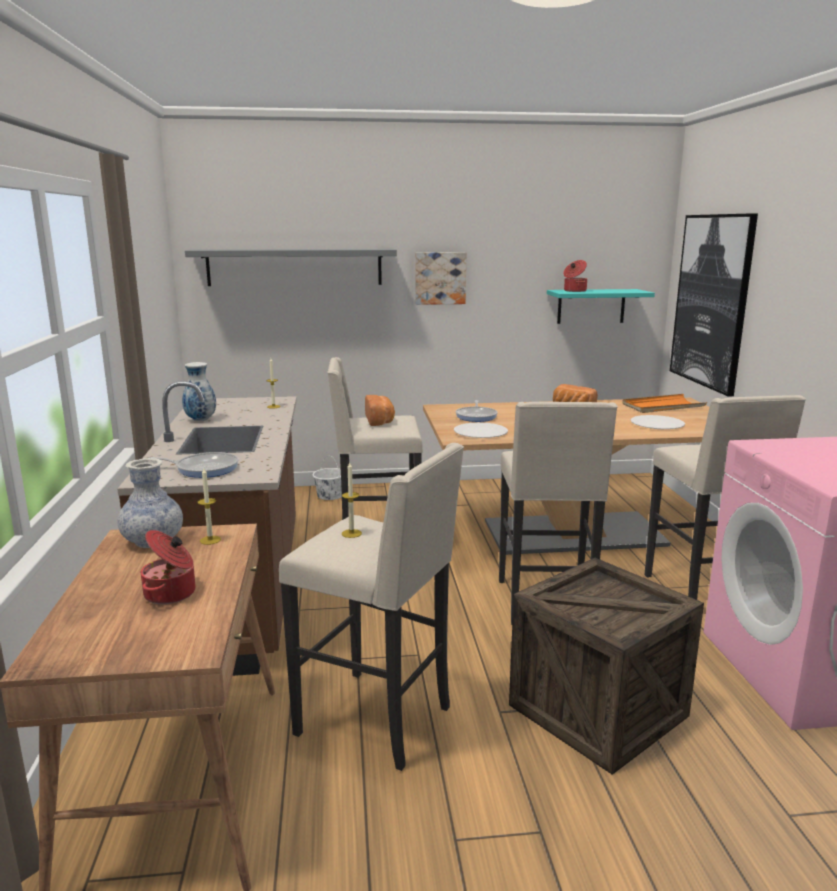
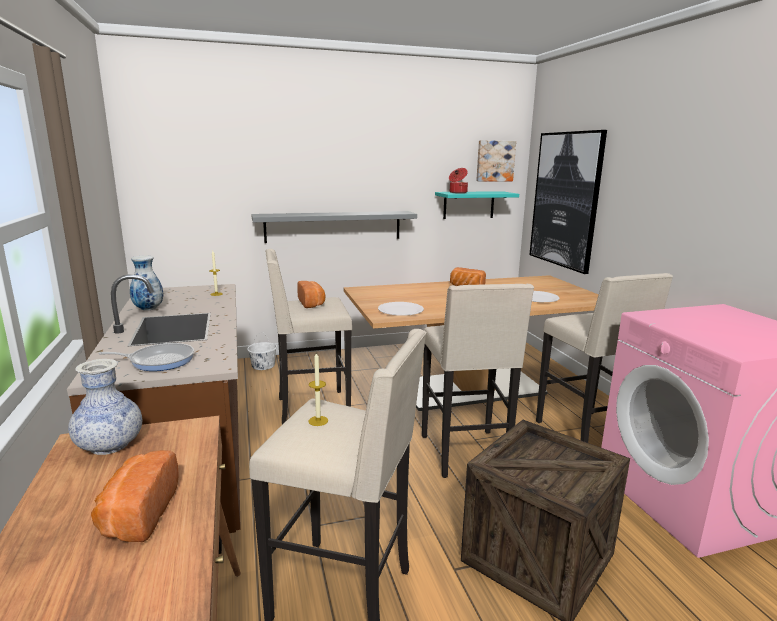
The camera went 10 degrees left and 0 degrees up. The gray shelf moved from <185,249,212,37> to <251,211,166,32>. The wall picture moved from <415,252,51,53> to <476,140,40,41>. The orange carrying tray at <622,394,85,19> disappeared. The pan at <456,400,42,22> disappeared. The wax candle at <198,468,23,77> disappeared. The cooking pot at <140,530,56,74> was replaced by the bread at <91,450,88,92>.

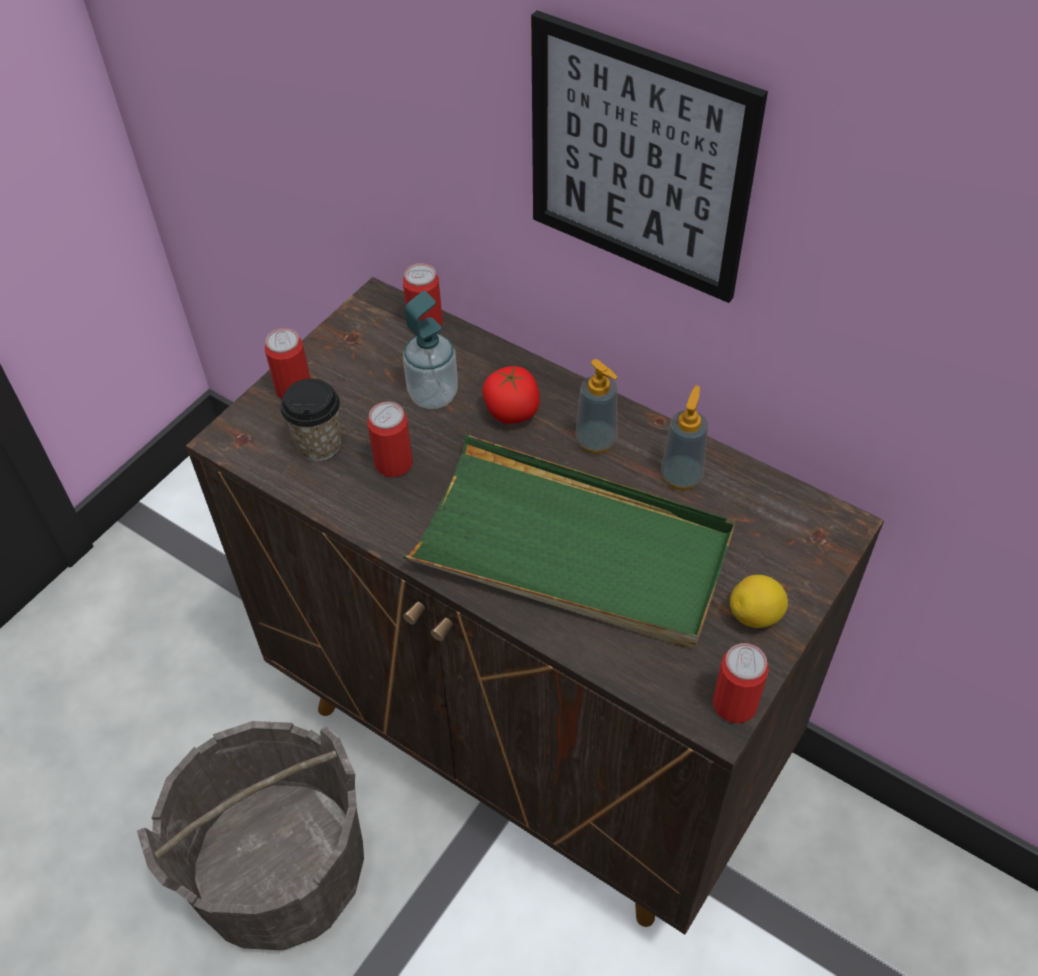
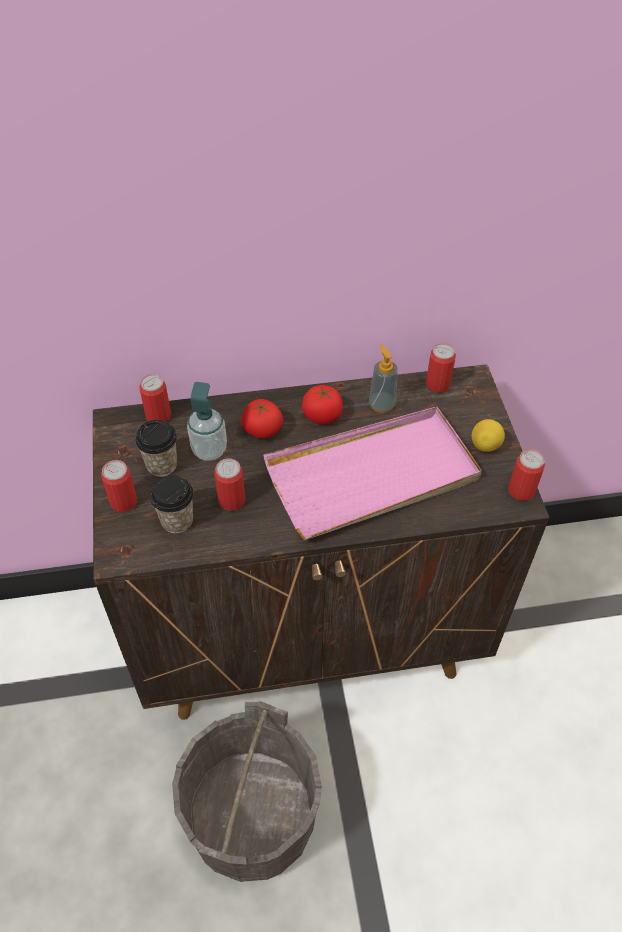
The camera went 45 degrees left and 0 degrees up. The wall picture at <531,10,237,293> disappeared. The soap bottle at <575,359,43,95> was replaced by the whole tomato at <302,385,41,39>. The greenish carrying tray at <403,435,332,213> became the pinkish carrying tray at <263,406,219,134>. The metal can at <426,343,30,49> appeared. The drinking cup at <135,420,42,57> appeared.

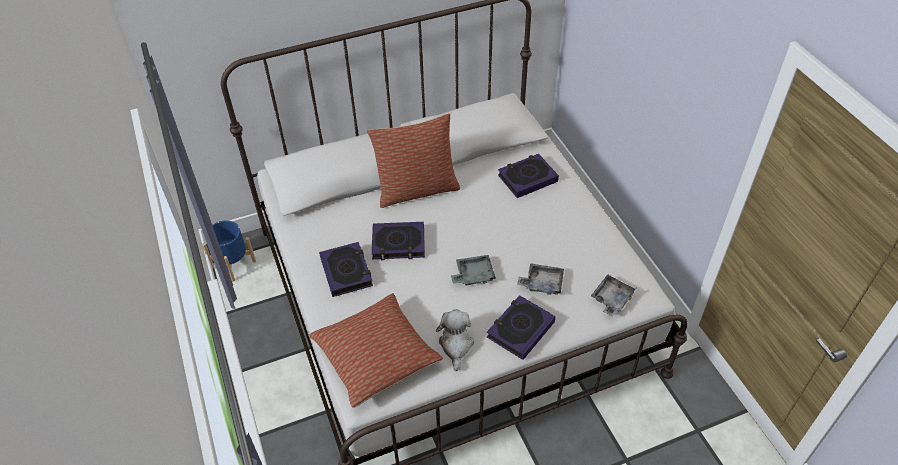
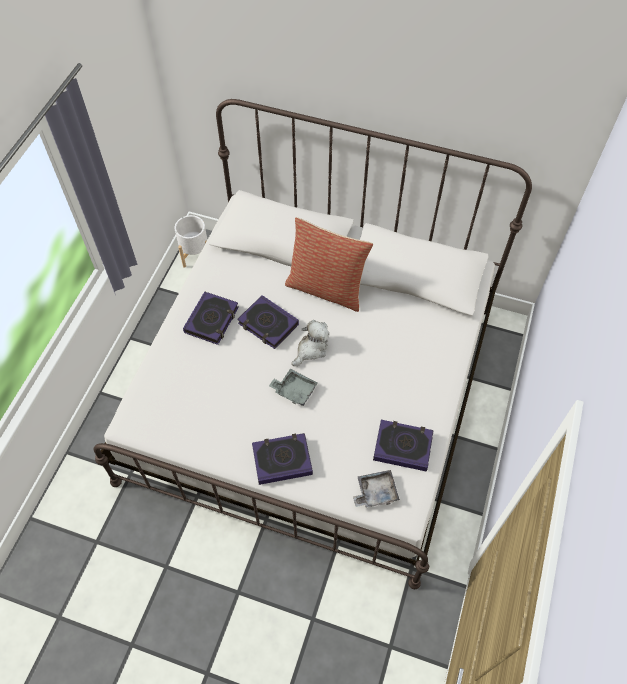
The camera went 40 degrees right and 10 degrees up. The bound book moved from <498,154,61,44> to <373,420,61,51>. The bluish flower pot at <202,221,54,61> became the white-coloured flower pot at <174,215,33,53>. The gray carrying tray at <517,263,47,32> disappeared. The throw pillow at <309,293,134,115> disappeared. The plush toy moved from <436,309,38,62> to <291,320,39,46>.

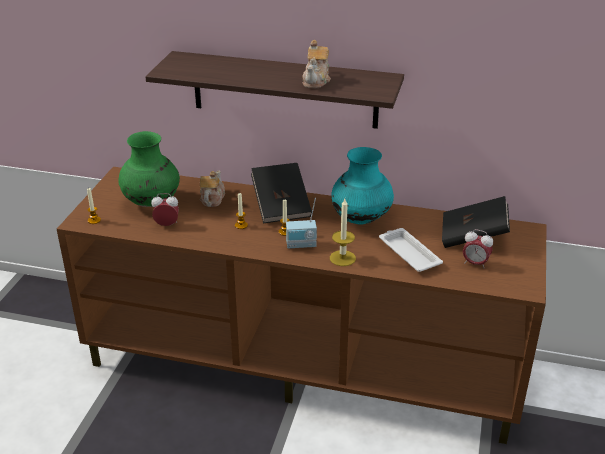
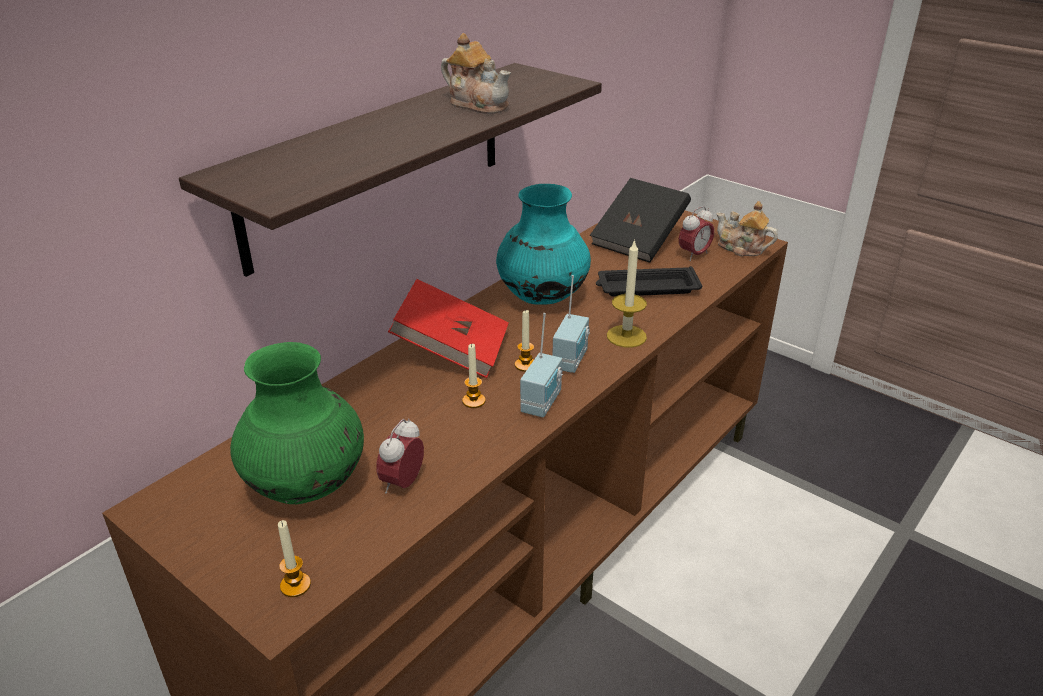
The camera went 65 degrees left and 0 degrees up. The blackish bound book at <251,163,61,60> became the red bound book at <388,279,121,99>. The tea pot moved from <200,171,25,36> to <717,201,61,56>. The white-coloured carrying tray at <379,228,64,44> became the blackish carrying tray at <596,266,106,30>. The radio set at <520,313,43,105> appeared.

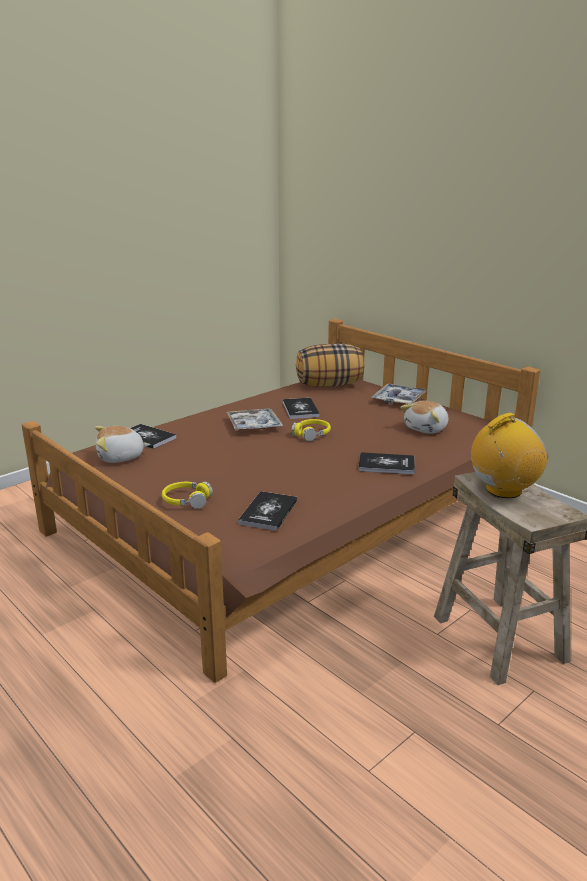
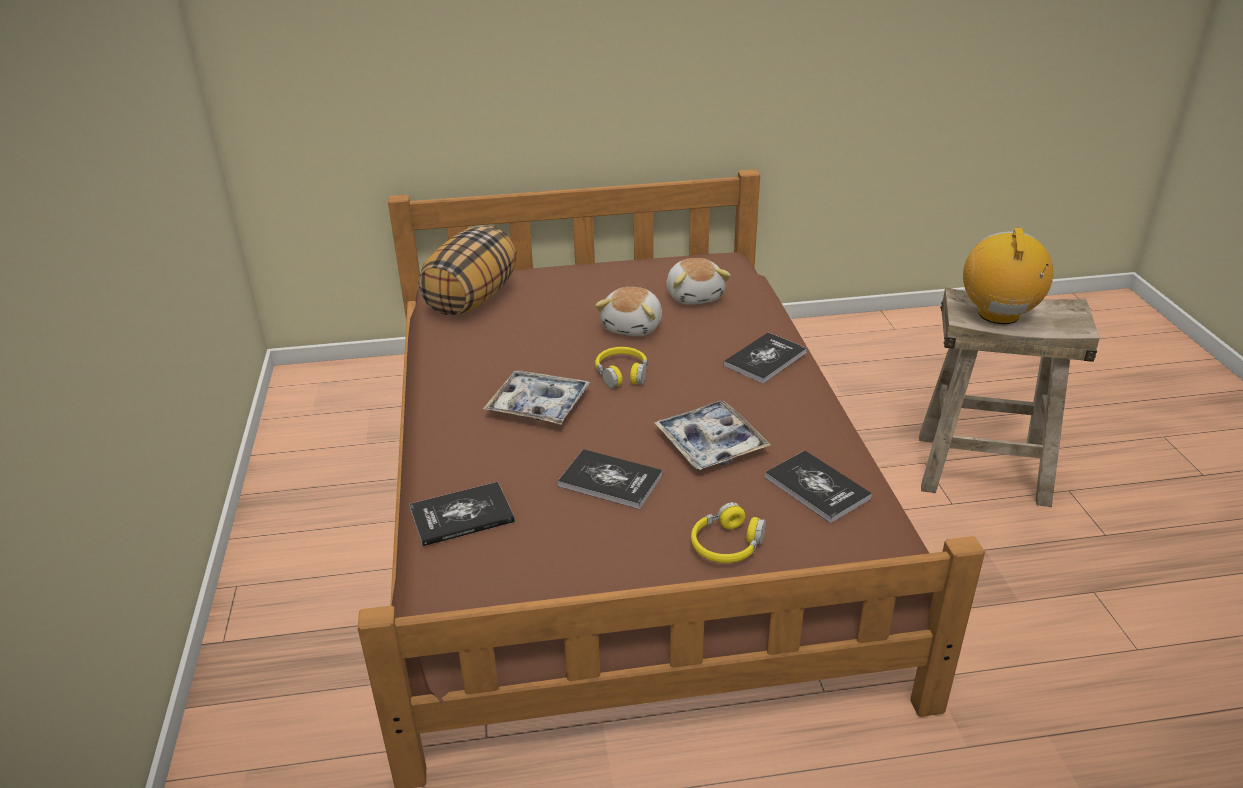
The camera went 55 degrees left and 10 degrees up. The carrying tray moved from <372,384,56,20> to <654,401,117,69>. The bound book moved from <282,398,38,21> to <558,449,105,60>. The plush toy moved from <95,426,55,37> to <595,287,67,49>.

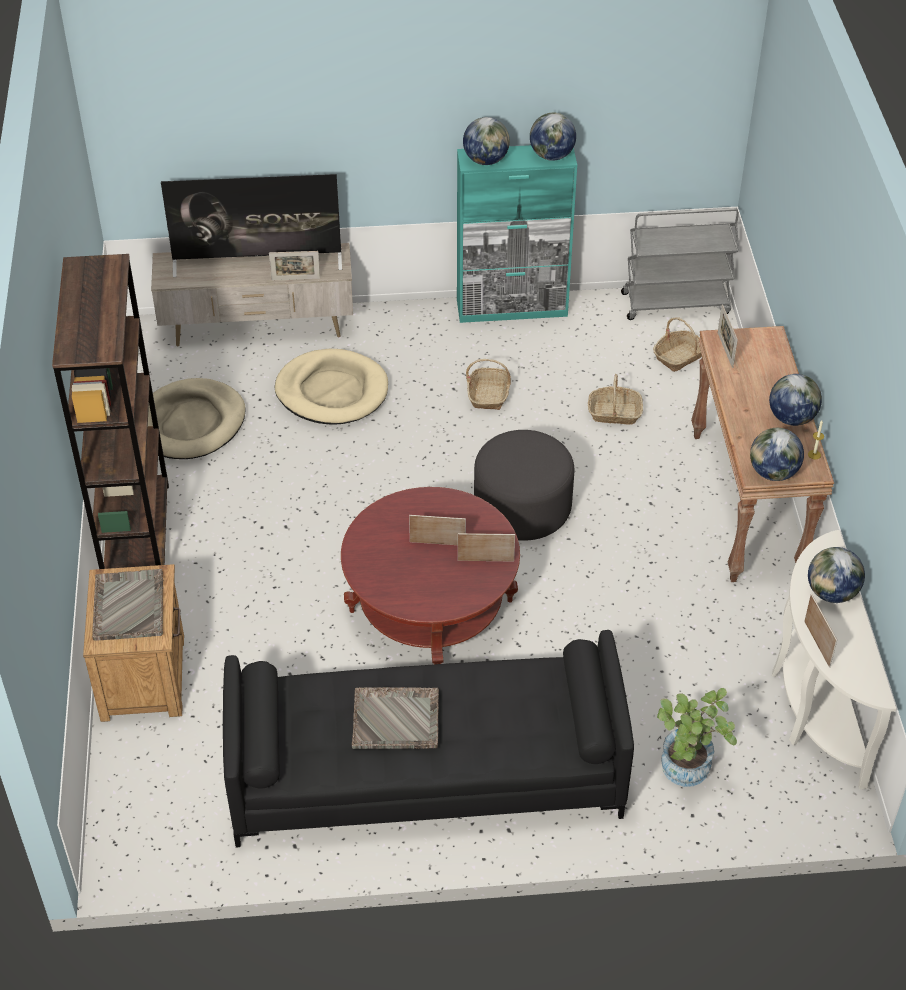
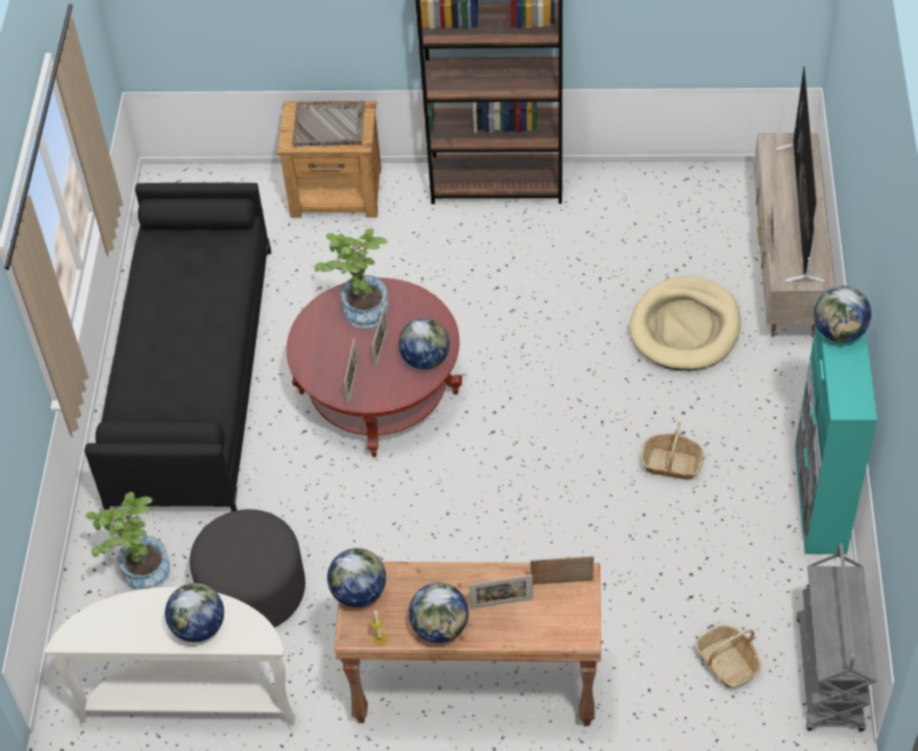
The camera went 100 degrees right and 5 degrees up. The globe moved from <530,113,46,48> to <399,318,51,52>. The basket at <588,374,55,51> disappeared. The beige-coloured dog cushion at <148,378,98,81> disappeared. The gray footrest moved from <474,430,100,111> to <190,509,115,119>. The standing frame moved from <804,594,33,74> to <469,575,64,34>. The gray carrying tray at <352,687,87,62> disappeared. The houseplant at <315,229,74,99> appeared.

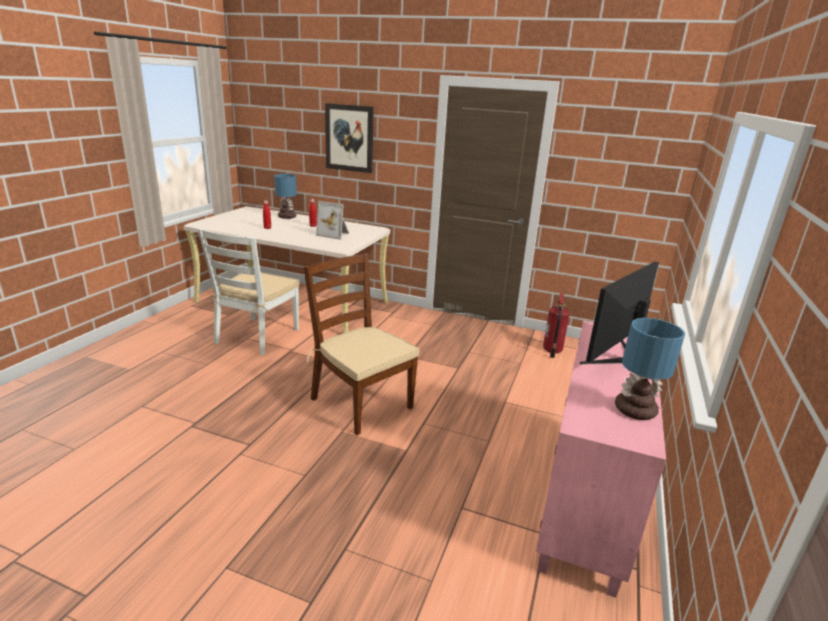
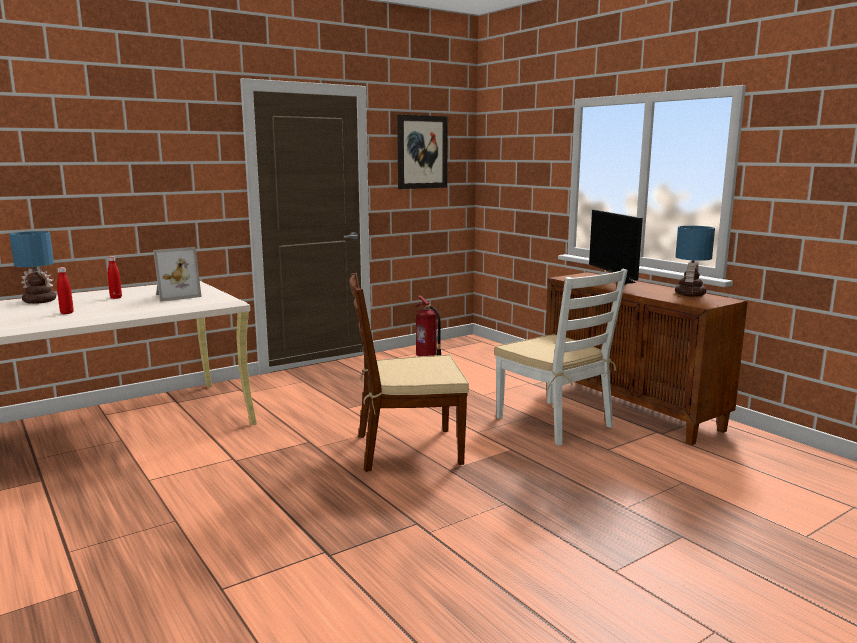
The camera went 55 degrees left and 10 degrees down. The wall picture moved from <325,103,49,70> to <397,115,51,74>. The white-coloured upright chair moved from <198,228,102,127> to <495,269,133,177>. The pinkish cabinet at <536,321,130,277> became the brown-coloured cabinet at <545,272,203,173>.

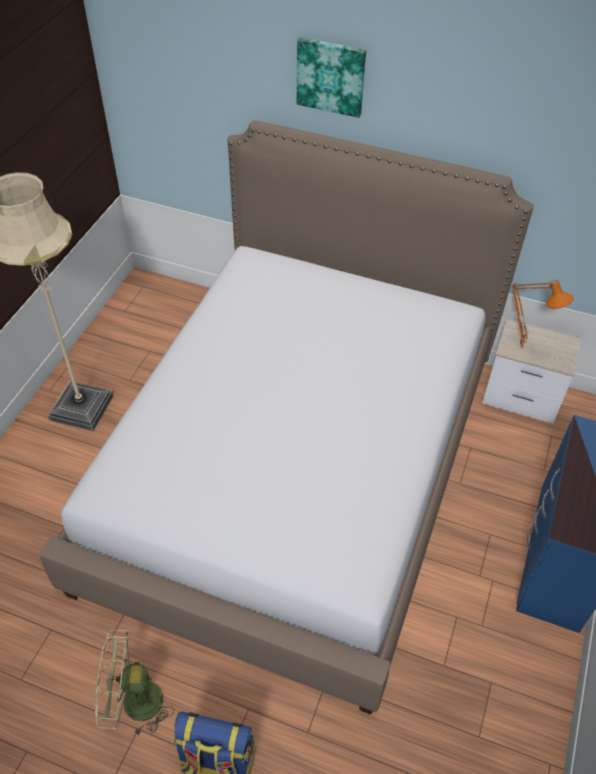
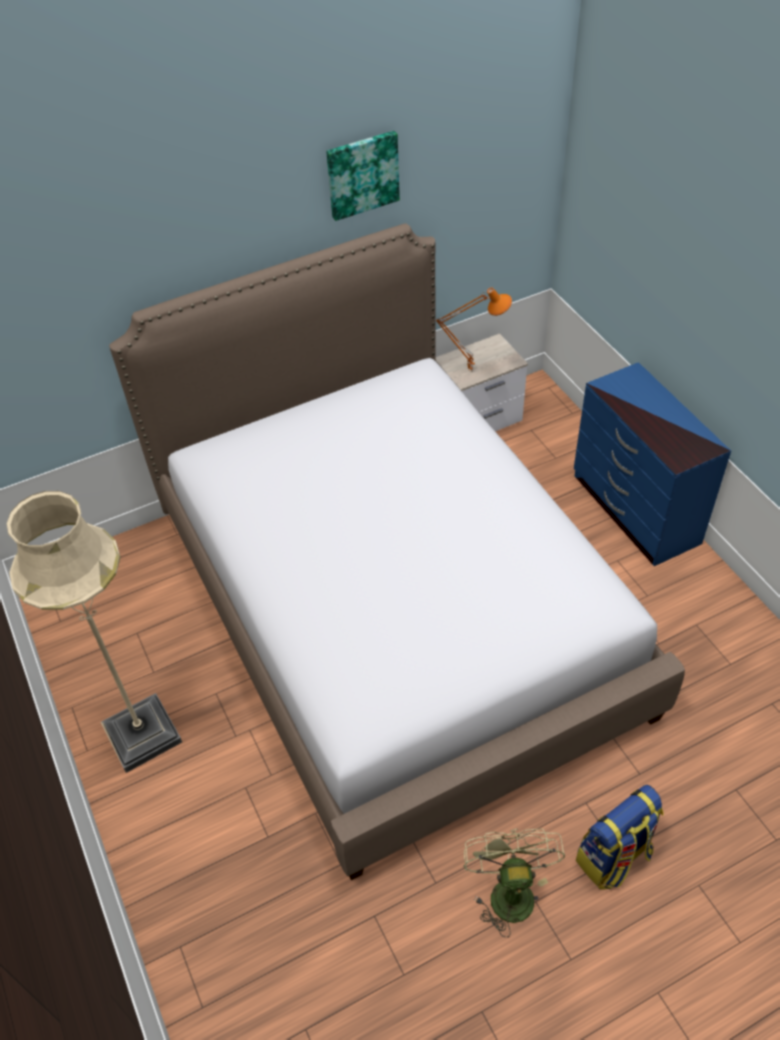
The camera went 45 degrees left and 0 degrees up. The wall picture moved from <297,37,69,81> to <326,131,74,90>. The greenish electric fan at <95,630,79,107> turned 135 degrees clockwise.

